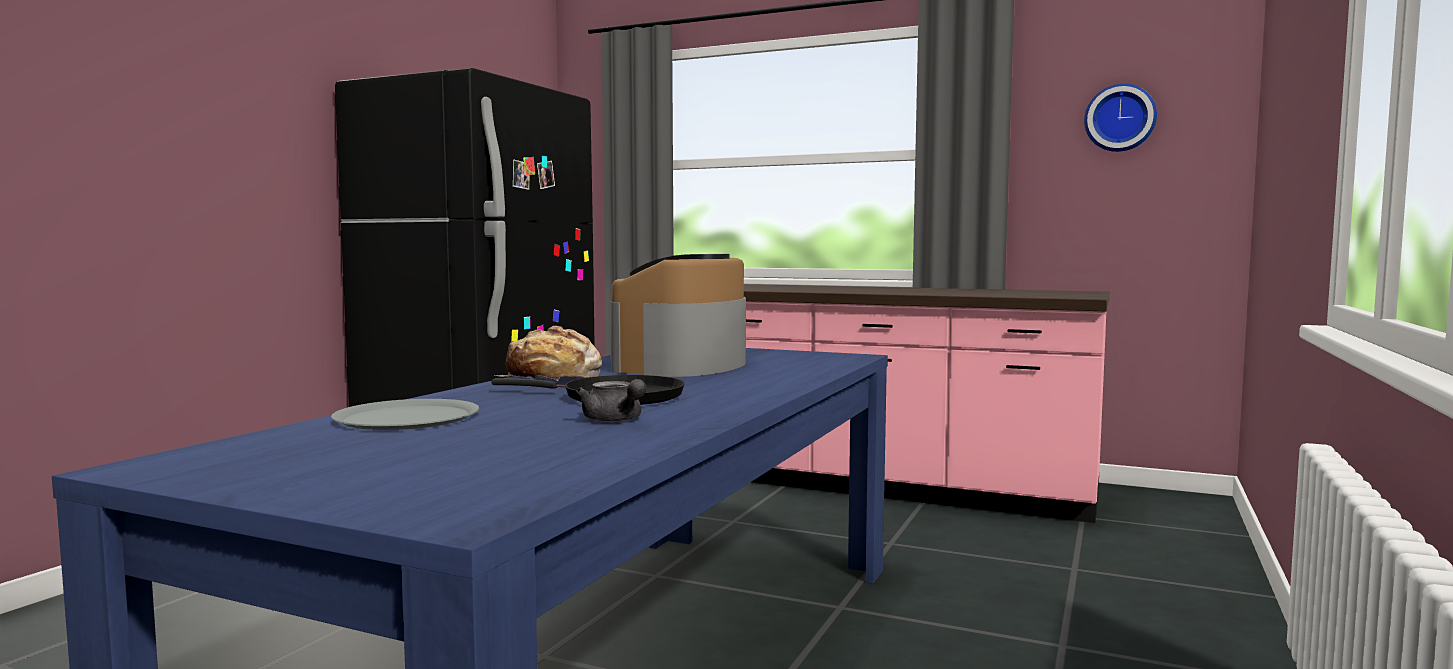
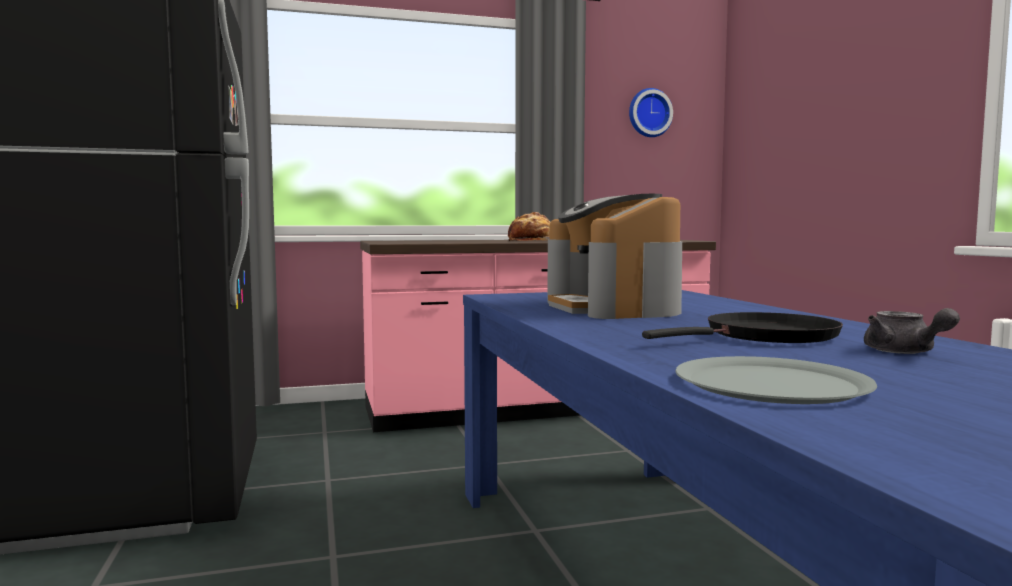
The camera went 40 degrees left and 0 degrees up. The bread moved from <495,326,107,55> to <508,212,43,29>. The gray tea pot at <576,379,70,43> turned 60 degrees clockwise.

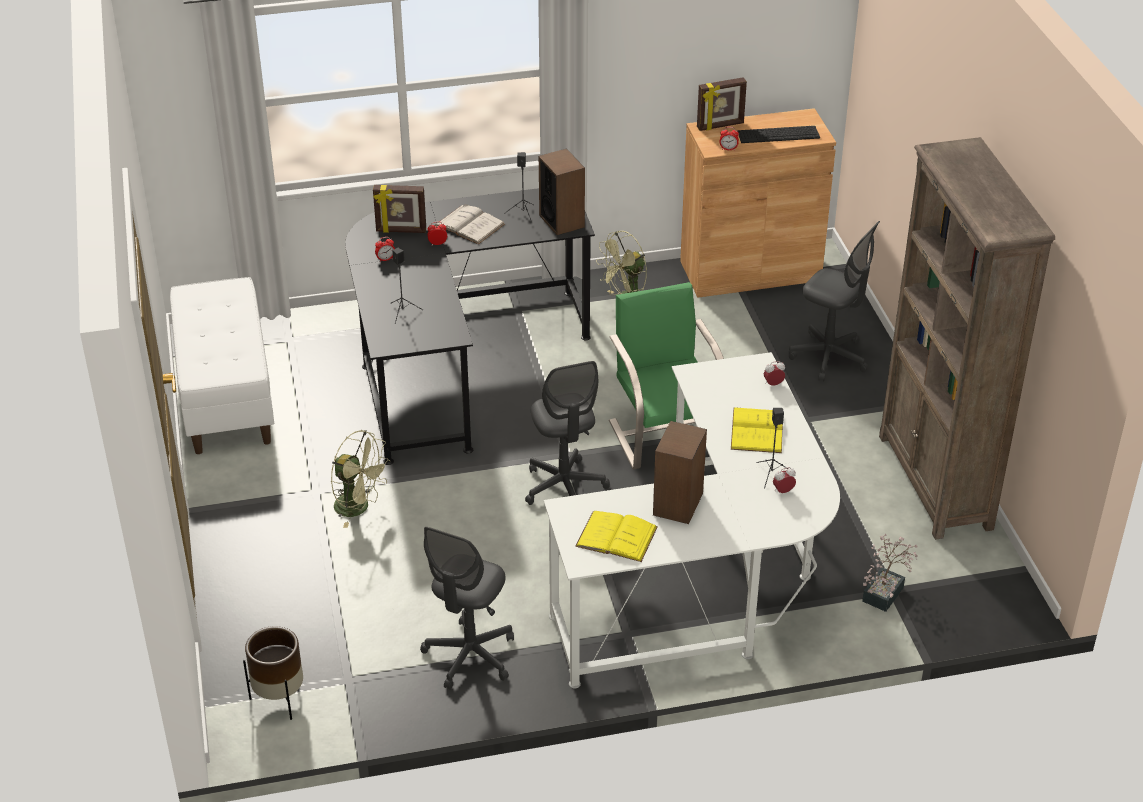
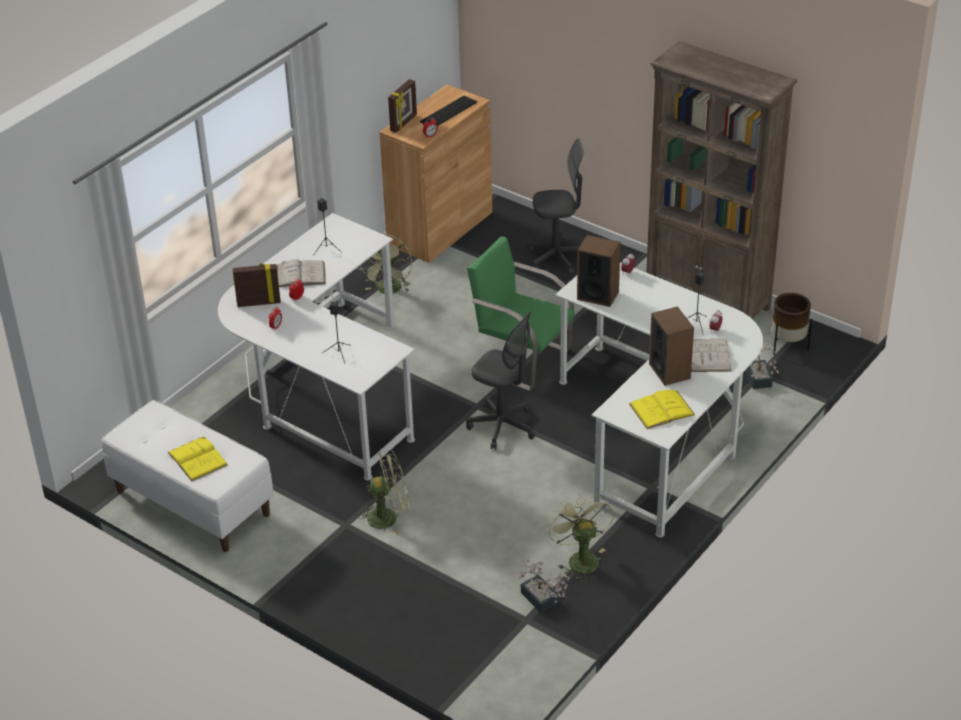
The camera went 40 degrees left and 0 degrees up. The audio speaker moved from <539,148,46,87> to <577,235,44,72>. The standing frame at <373,185,53,48> turned 150 degrees counterclockwise. The blackish desk at <345,188,250,277> became the white-coloured desk at <218,213,197,268>. The yellowish bound book moved from <731,407,52,46> to <168,436,60,45>. The gray office chair at <420,527,94,163> was replaced by the greenish electric fan at <547,493,67,89>. The brown-coloured flower pot moved from <243,626,60,94> to <772,293,40,62>. The white-coloured bound book at <691,339,41,33> appeared. The houseplant at <514,559,56,54> appeared.

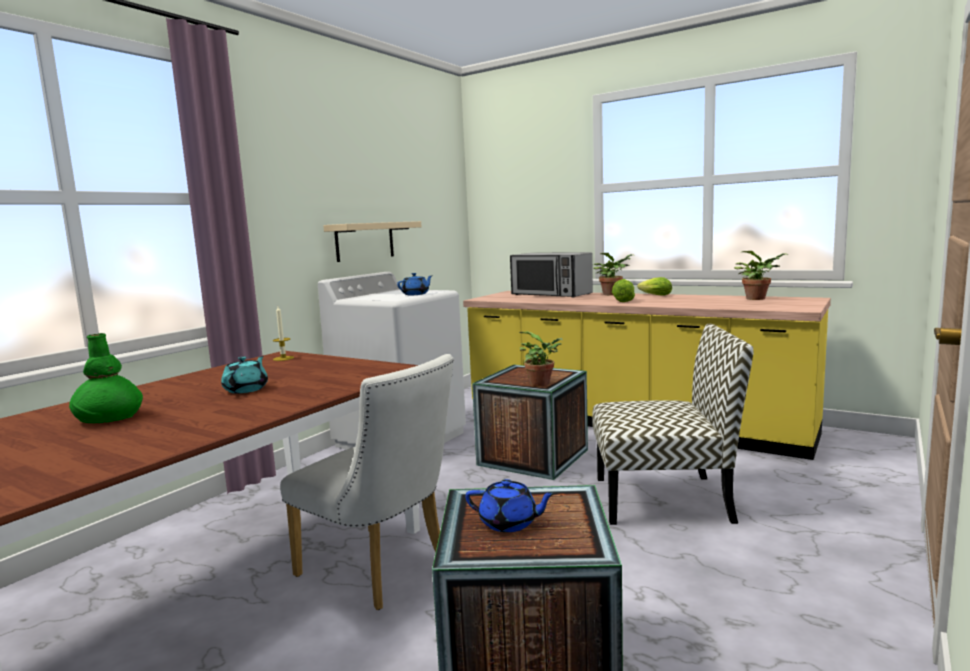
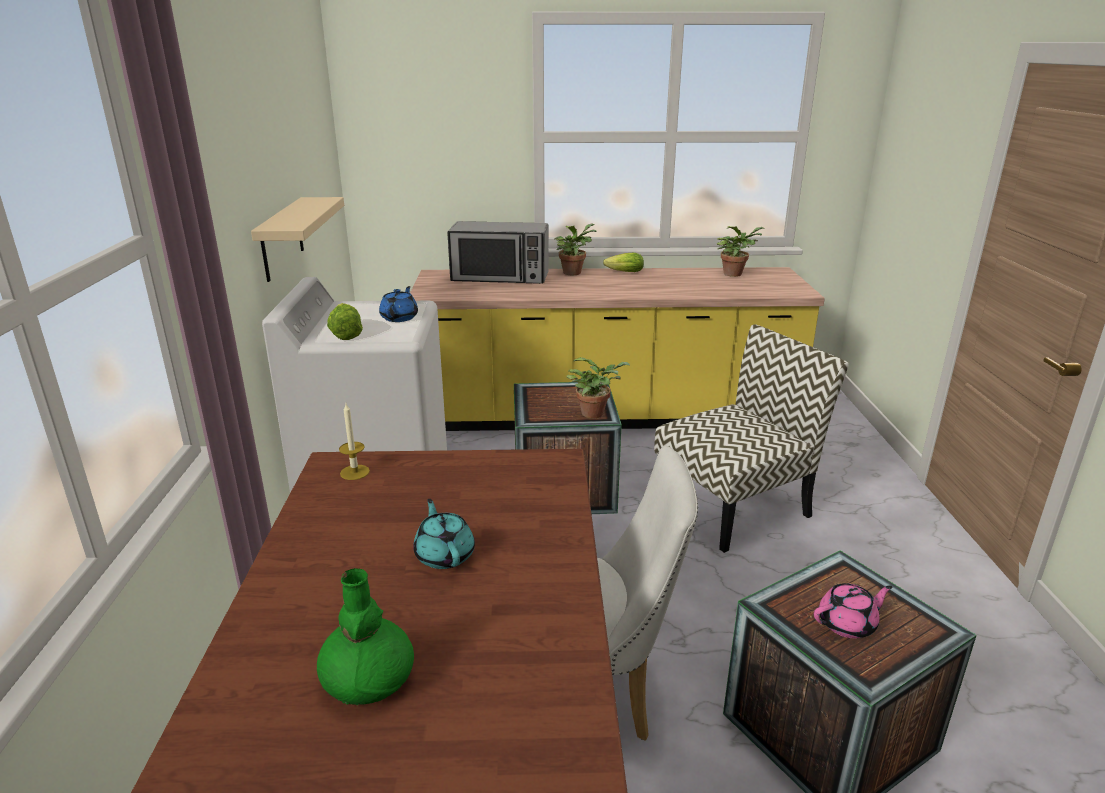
The camera went 35 degrees left and 15 degrees up. The lettuce head moved from <612,279,23,23> to <327,303,36,37>. The bluish tea pot at <465,479,91,53> became the pinkish tea pot at <814,583,78,55>.

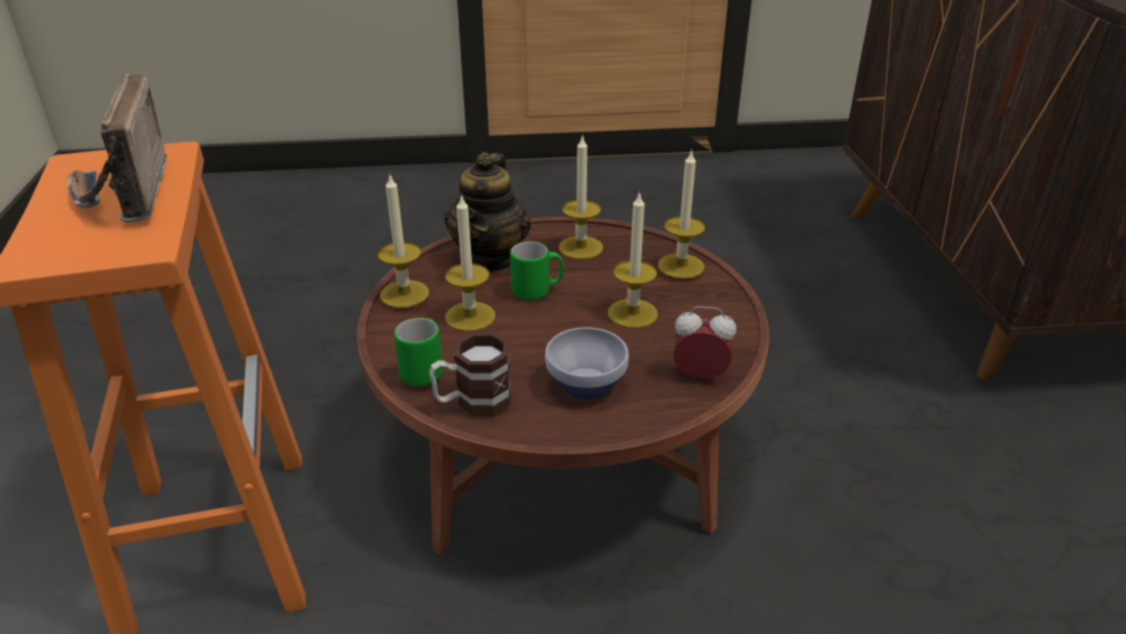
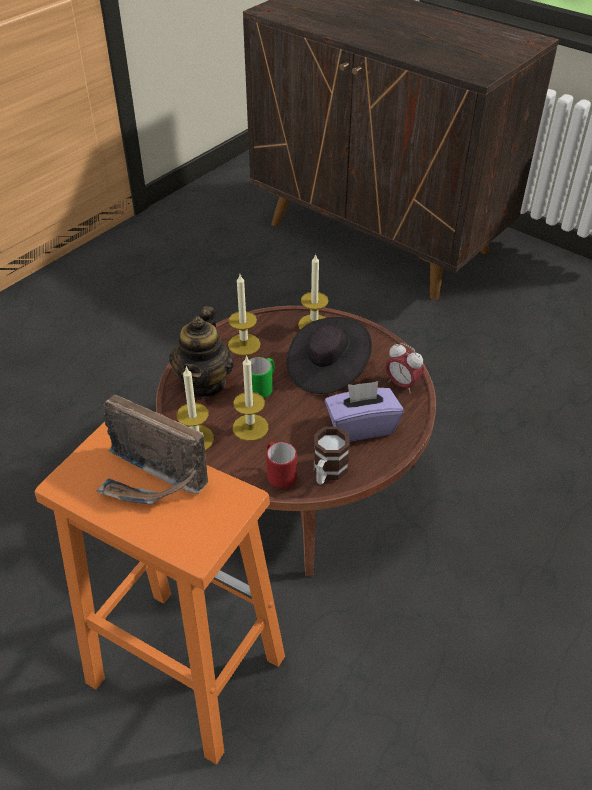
The camera went 45 degrees left and 10 degrees up. The tea pot at <444,152,87,121> turned 45 degrees clockwise. The wax candle at <608,191,50,137> was replaced by the blackish hat at <286,317,86,77>. The alarm clock at <673,306,63,73> turned 105 degrees counterclockwise. The greenish coffee mug at <394,318,49,68> became the red coffee mug at <266,442,31,46>. The deep dish at <545,327,84,73> was replaced by the purple tissue box at <325,381,79,61>.

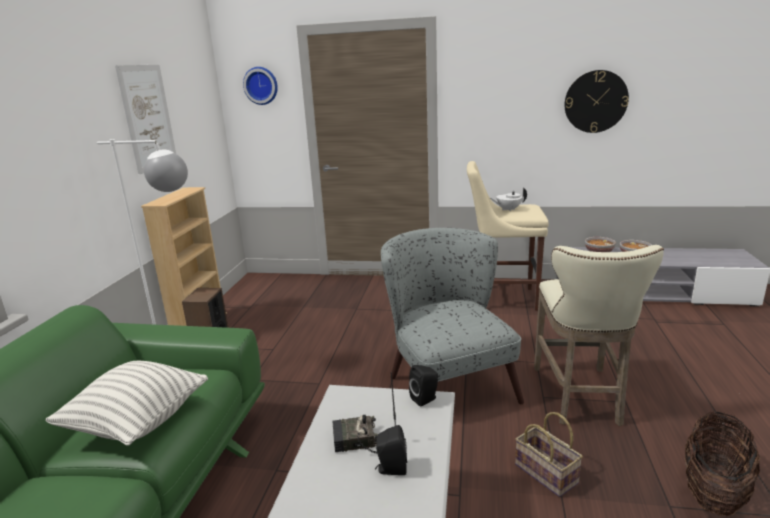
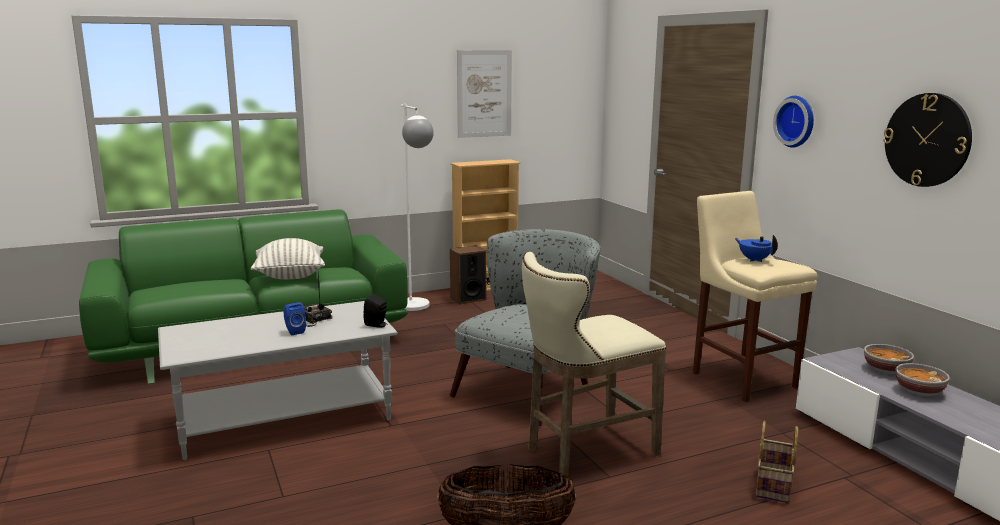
The camera went 55 degrees right and 5 degrees down. The wall clock moved from <243,67,35,38> to <773,96,41,52>. The white-coloured tea pot at <490,188,37,23> became the bluish tea pot at <735,235,43,27>. The basket moved from <515,412,68,85> to <756,421,42,82>. The blackish audio speaker at <375,425,32,50> became the bluish audio speaker at <283,302,23,33>.

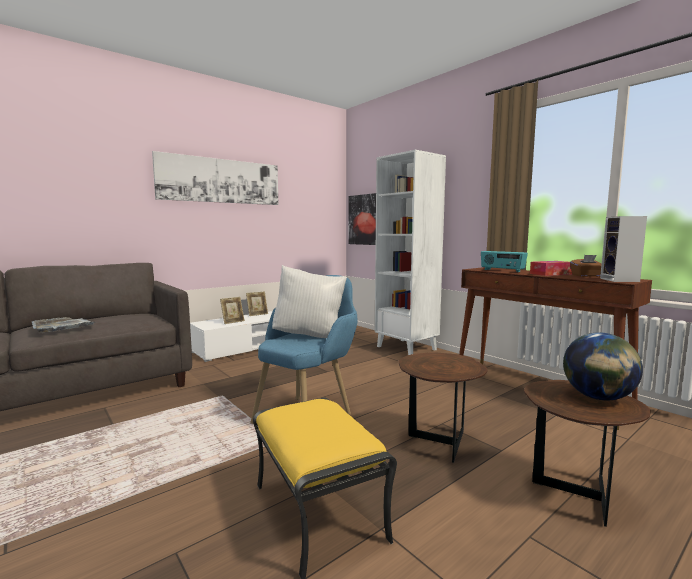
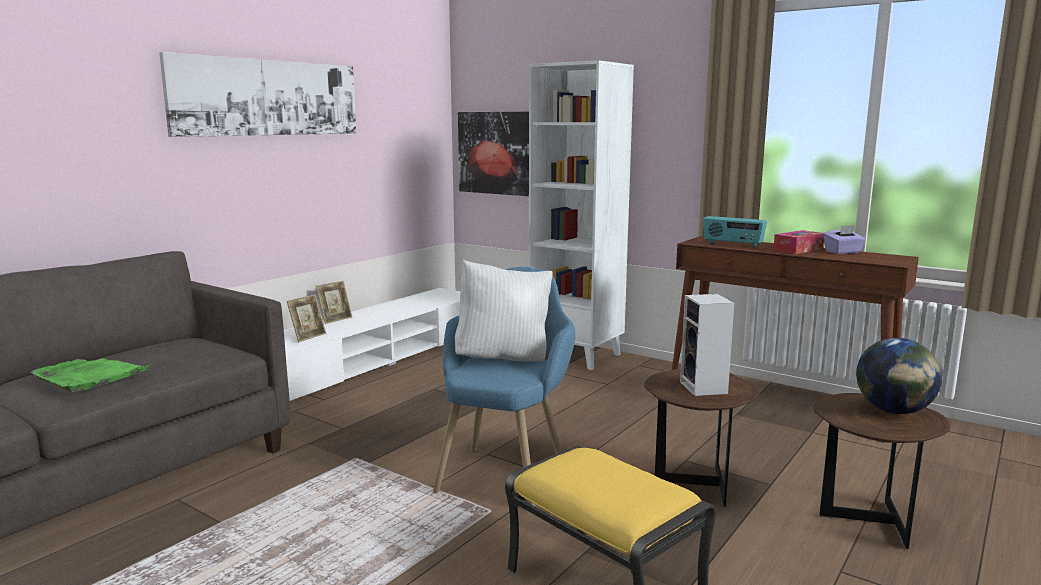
The camera went 15 degrees left and 5 degrees up. The audio speaker moved from <600,216,47,66> to <680,294,54,102>. The brown-coloured tissue box at <570,255,32,22> became the purple tissue box at <823,225,43,29>. The gray carrying tray at <32,317,62,16> became the greenish carrying tray at <31,358,118,34>.

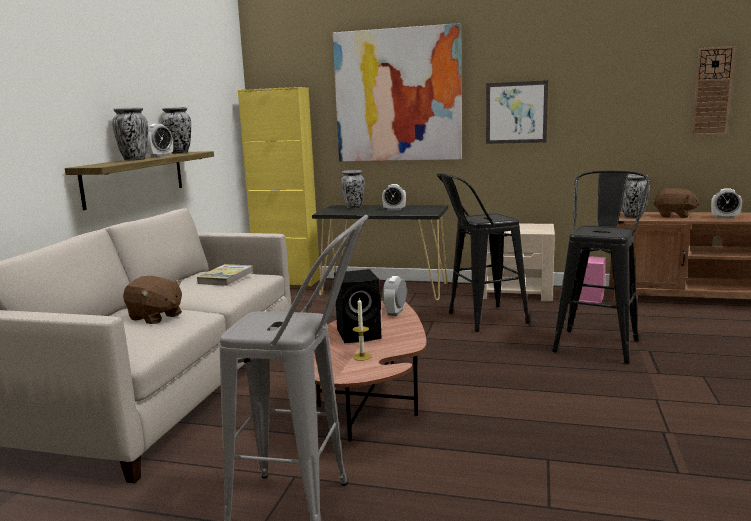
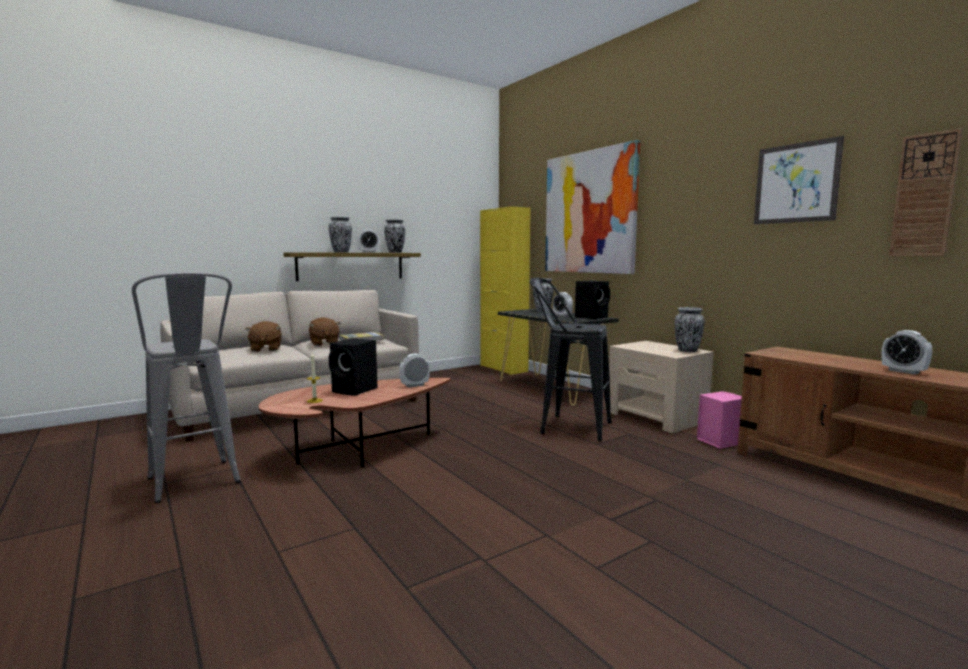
The camera went 40 degrees right and 5 degrees down. The wall picture moved from <486,80,62,64> to <754,136,90,88>. The blackish stool seat at <552,170,98,194> disappeared. The flower vase moved from <622,174,28,44> to <675,307,30,45>. The brown-coloured plush toy moved from <654,188,46,30> to <309,317,32,29>. The blackish audio speaker at <575,281,35,38> appeared.

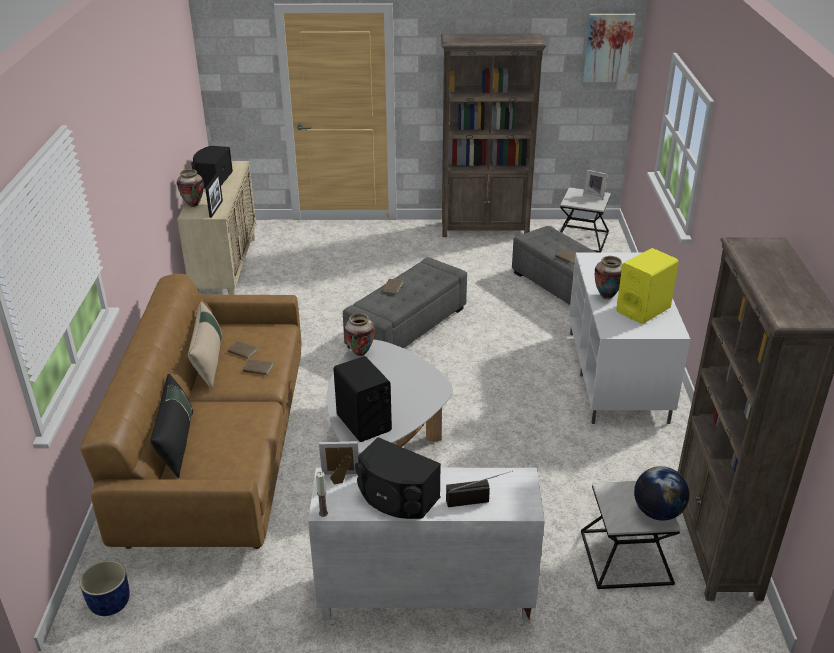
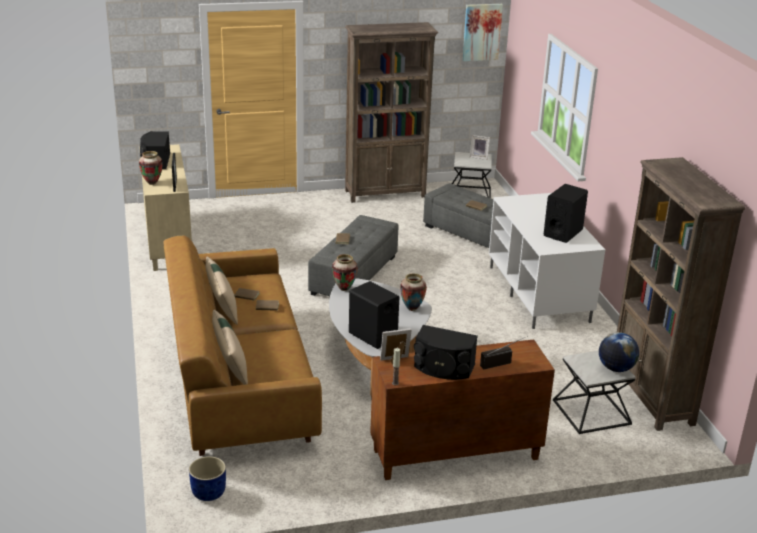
The camera went 15 degrees left and 5 degrees down. The yellowish audio speaker at <616,248,63,76> became the blackish audio speaker at <544,184,44,59>. The flower vase moved from <595,256,27,43> to <400,273,27,38>. The blackish throw pillow at <150,374,43,104> became the beige-coloured throw pillow at <212,310,36,75>. The white-coloured cabinet at <308,468,237,153> became the brown-coloured cabinet at <370,340,185,140>.

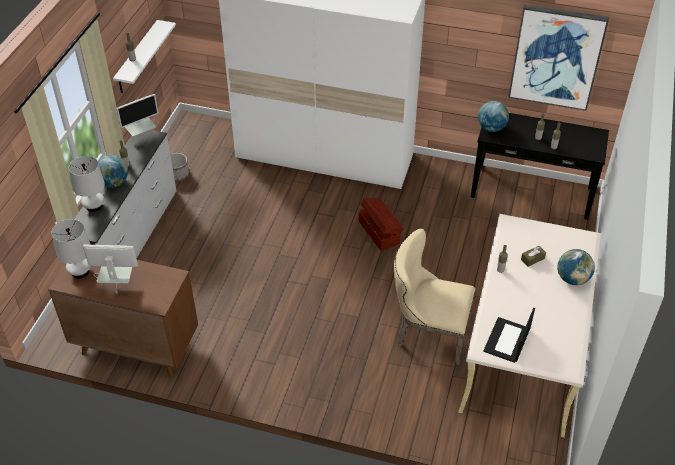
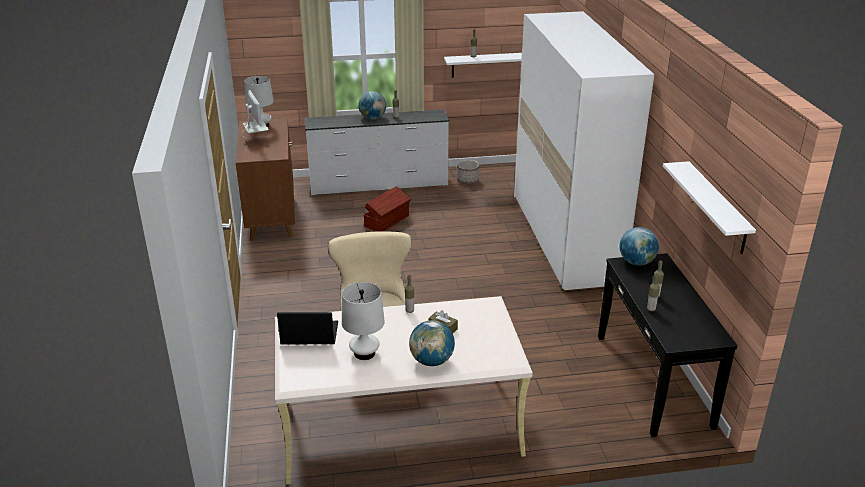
The camera went 65 degrees right and 15 degrees down. The wall picture at <508,4,101,107> was replaced by the white-coloured shelf at <663,161,93,93>. The computer display at <116,94,43,42> disappeared. The white-coloured tabletop lamp moved from <69,156,36,56> to <342,282,43,78>. The brown-coloured storage bin moved from <359,198,44,53> to <364,186,47,46>.

